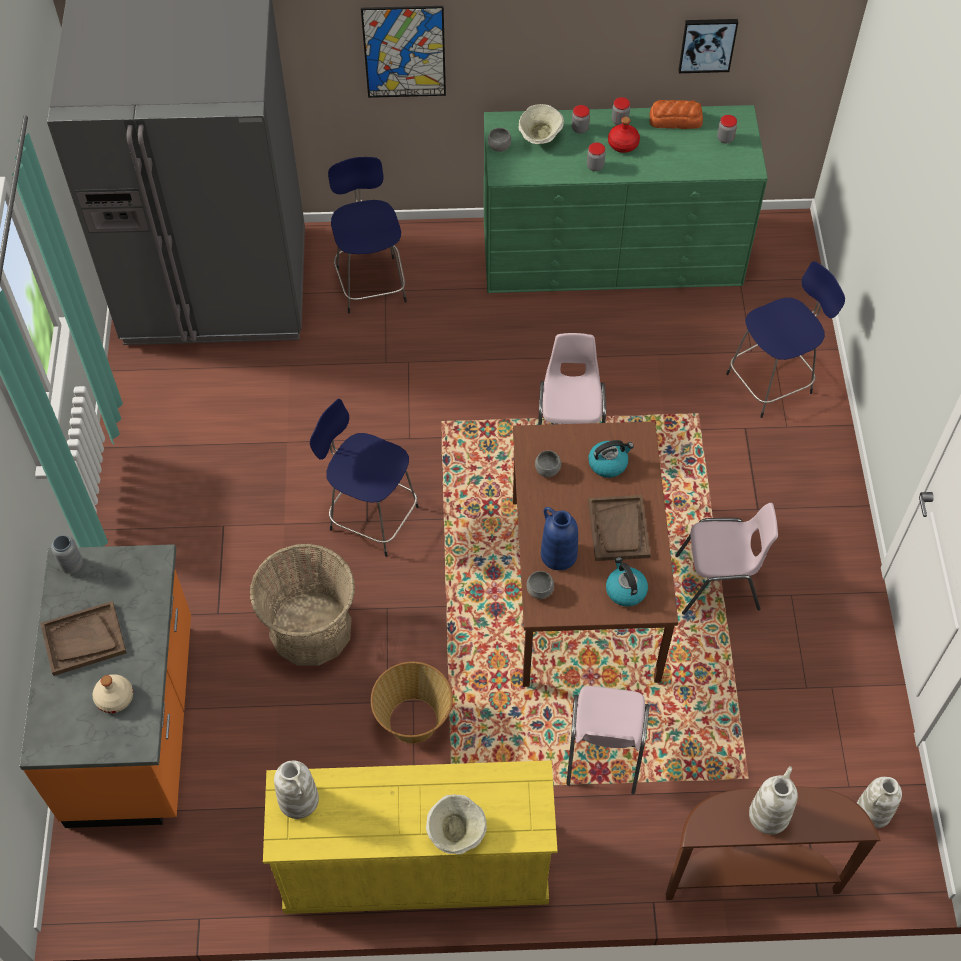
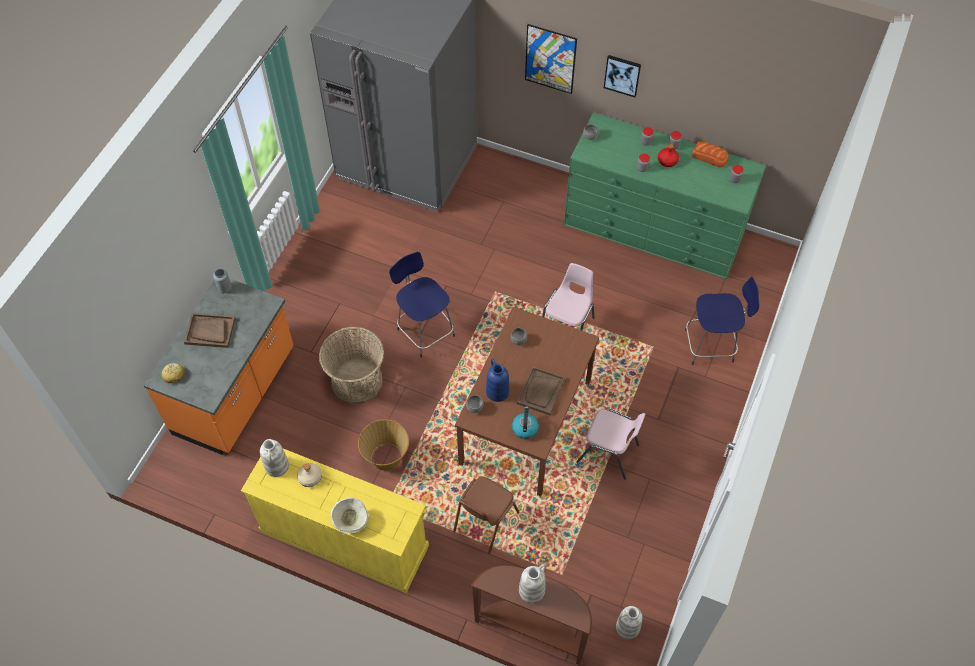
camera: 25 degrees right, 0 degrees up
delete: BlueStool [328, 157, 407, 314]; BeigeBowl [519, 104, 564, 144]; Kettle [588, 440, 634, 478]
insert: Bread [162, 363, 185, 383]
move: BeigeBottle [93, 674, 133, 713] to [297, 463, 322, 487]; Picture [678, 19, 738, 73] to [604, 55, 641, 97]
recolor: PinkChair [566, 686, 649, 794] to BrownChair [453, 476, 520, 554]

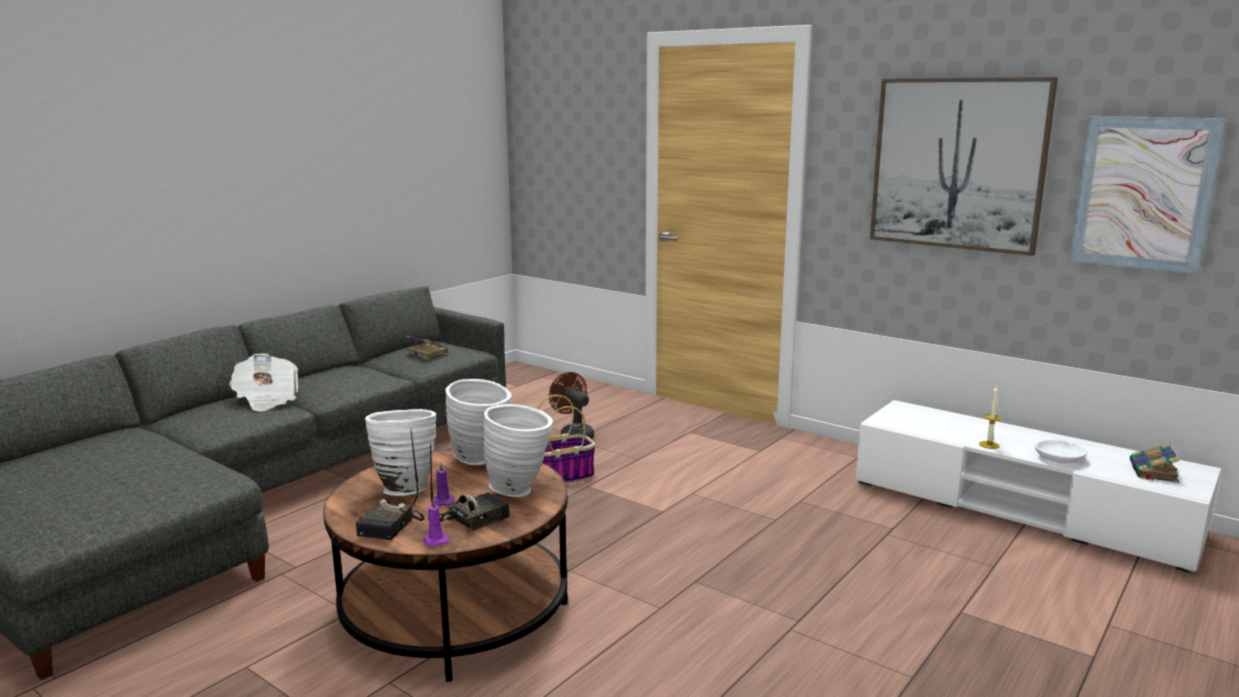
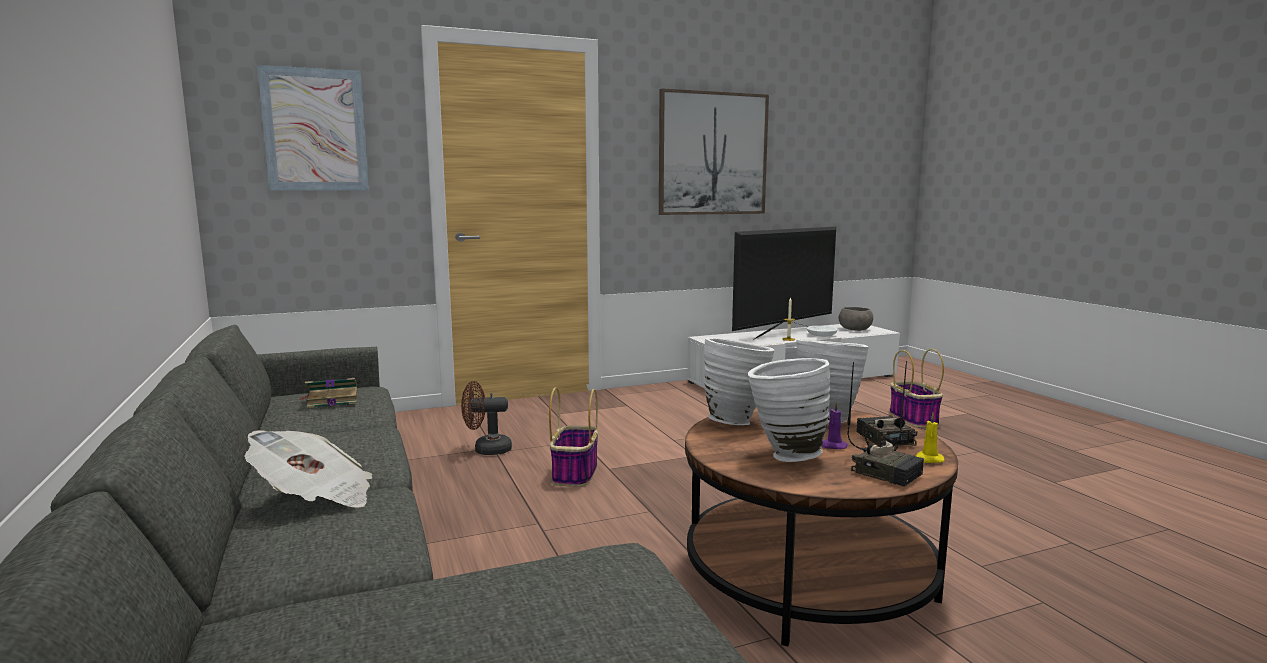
camera: 60 degrees left, 5 degrees down
insert: Television [732, 227, 836, 340]; Basket [890, 349, 944, 427]
move: Picture [1069, 116, 1226, 274] to [257, 65, 369, 191]
replace: Book [1130, 444, 1179, 483] to GreyBowl [839, 307, 873, 331]
recolor: PurpleCandle [424, 498, 449, 546] to YellowCandle [916, 413, 945, 463]

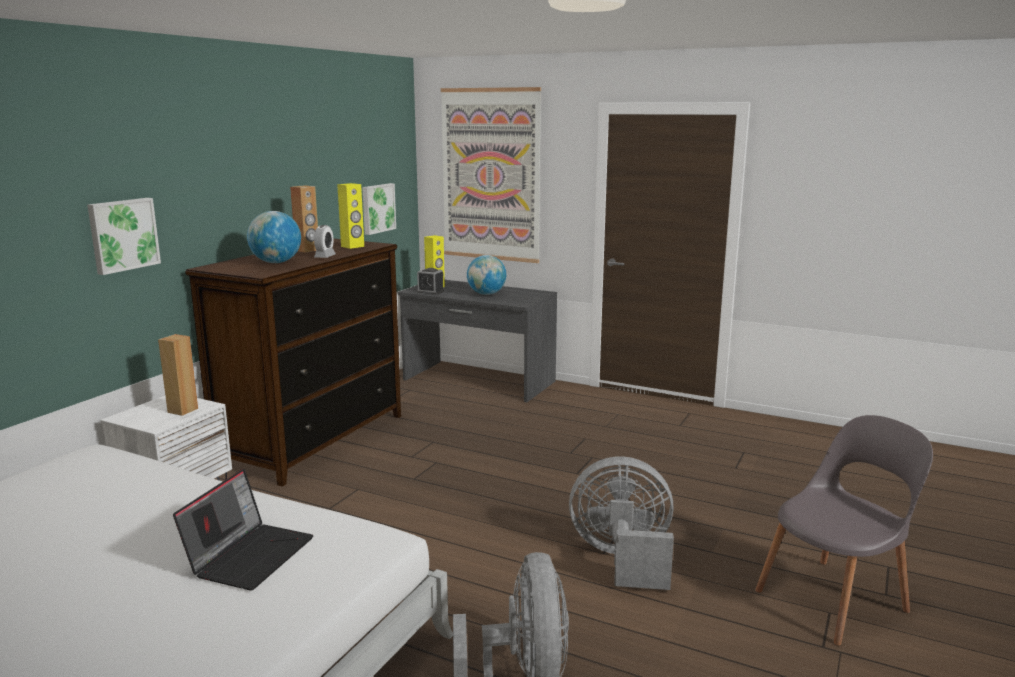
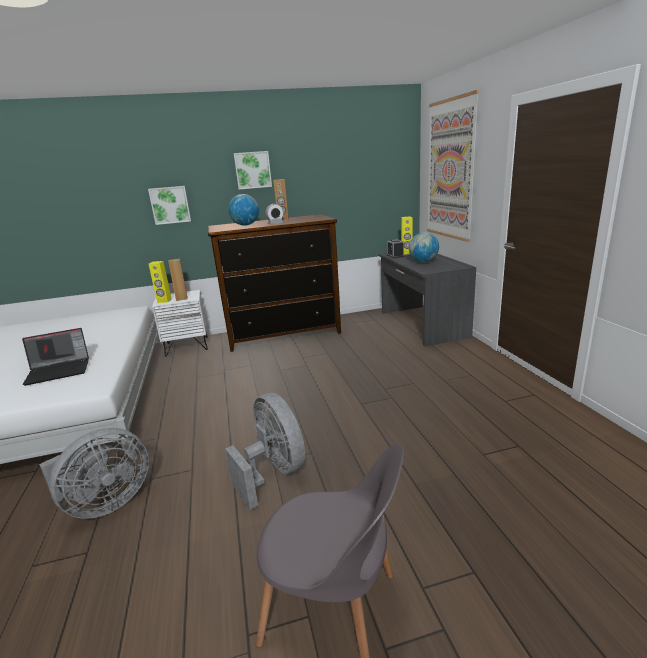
camera: 50 degrees right, 5 degrees up
move: YellowSpeaker [337, 183, 364, 249] to [149, 261, 172, 303]; Picture [362, 183, 396, 235] to [233, 151, 272, 190]

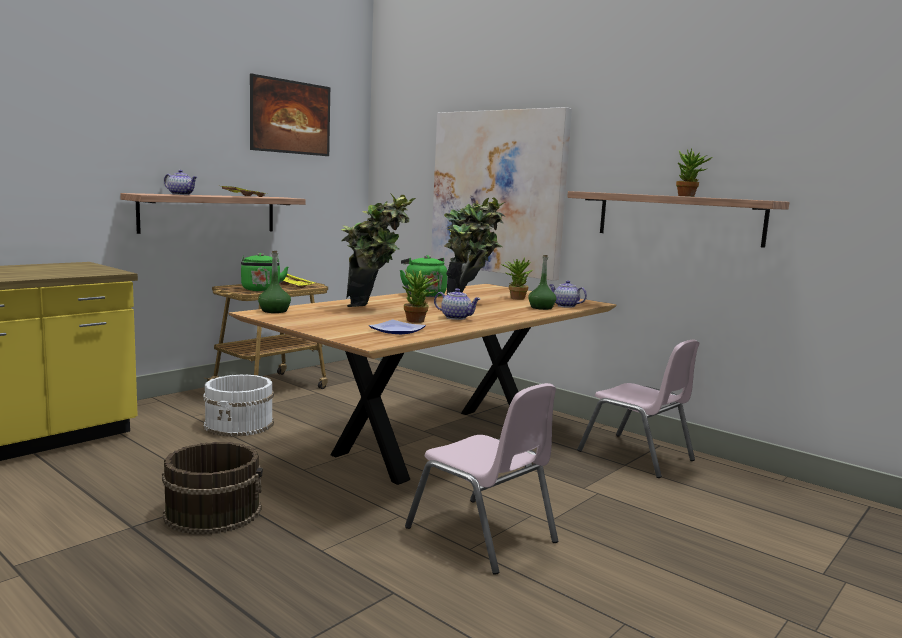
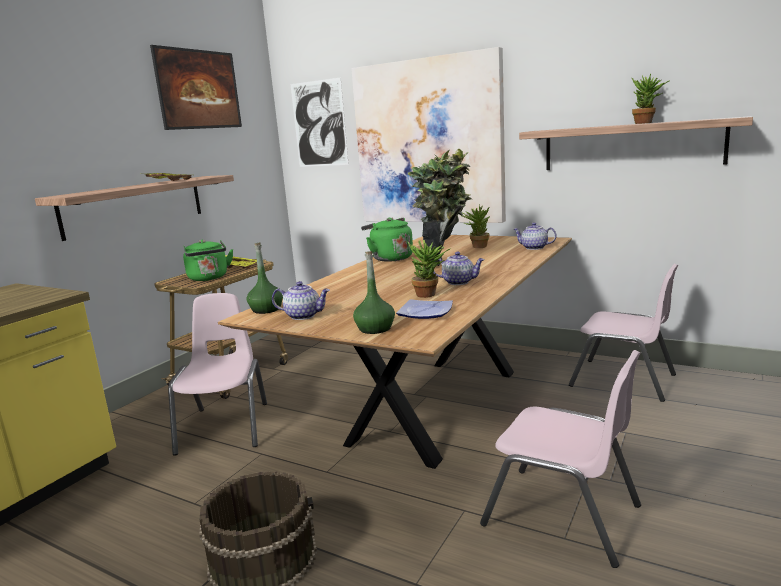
camera: 10 degrees left, 5 degrees up
delete: PottedPlant [342, 193, 416, 307]
insert: Picture [291, 77, 349, 167]
move: Teapot [164, 170, 197, 195] to [272, 281, 330, 320]; GreenBottle [528, 255, 556, 310] to [353, 251, 395, 334]
replace: WhiteBucket [203, 374, 274, 437] to PinkChair [168, 293, 267, 456]

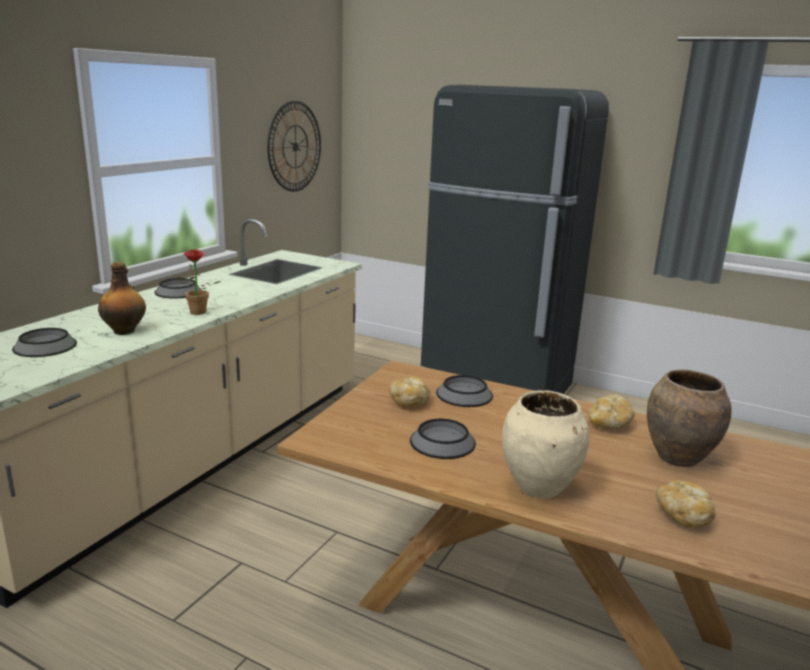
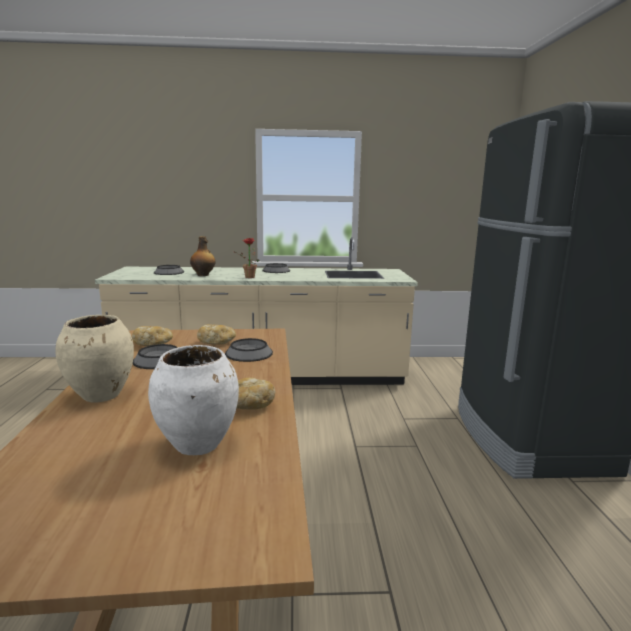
camera: 60 degrees right, 5 degrees down
delete: WallClock [267, 101, 321, 192]
move: Bread [656, 480, 716, 528] to [132, 326, 173, 346]
recolor: BrownVase [647, 370, 731, 467] to WhiteVase [148, 345, 239, 455]

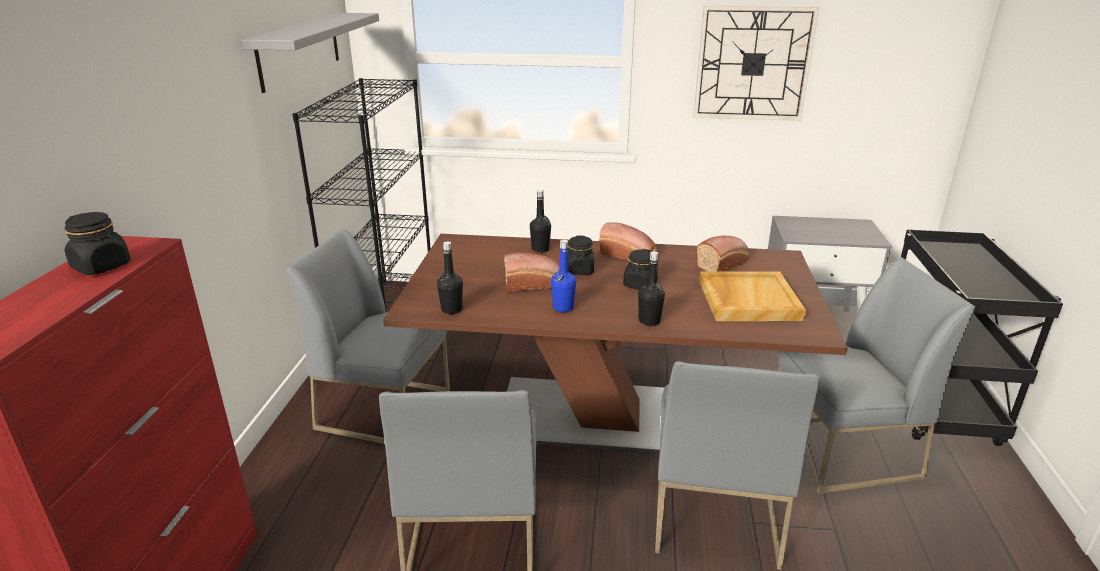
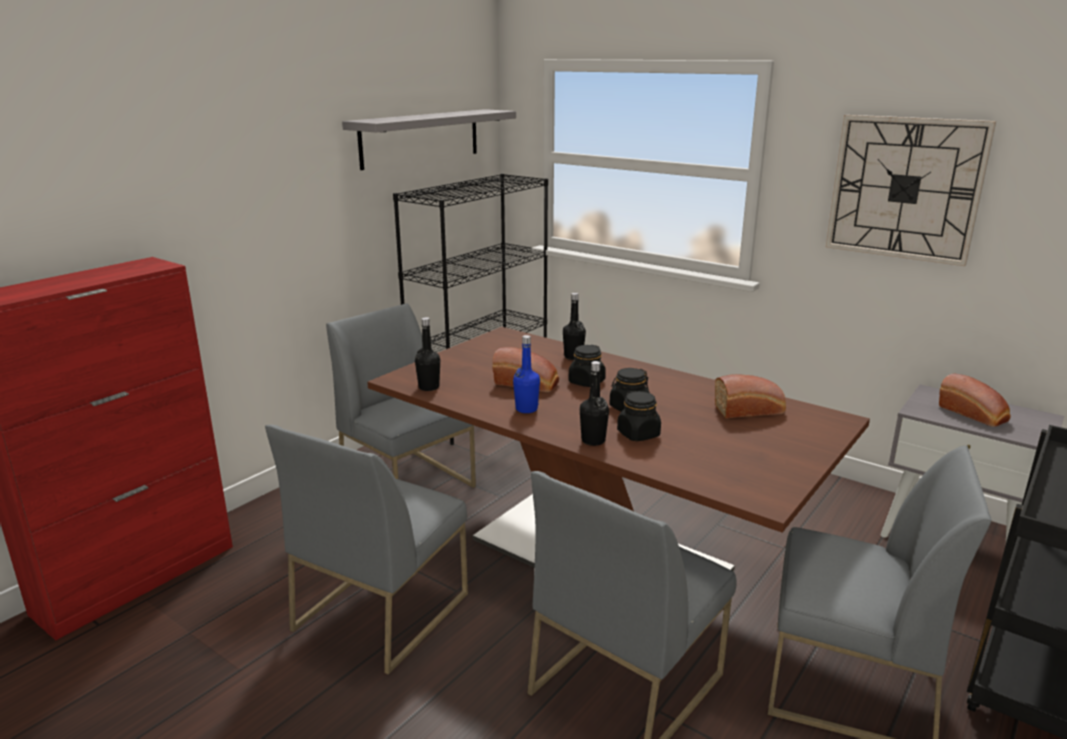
camera: 30 degrees right, 5 degrees down
delete: BeigeTray [699, 271, 806, 321]
move: BlackJar [65, 212, 131, 275] to [617, 391, 661, 441]; Bread [599, 222, 657, 260] to [939, 374, 1011, 427]

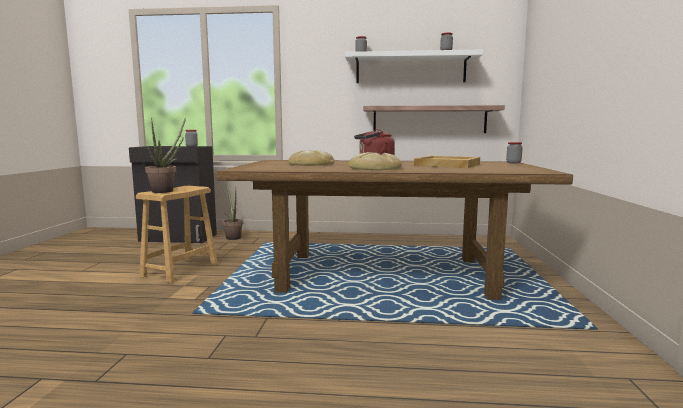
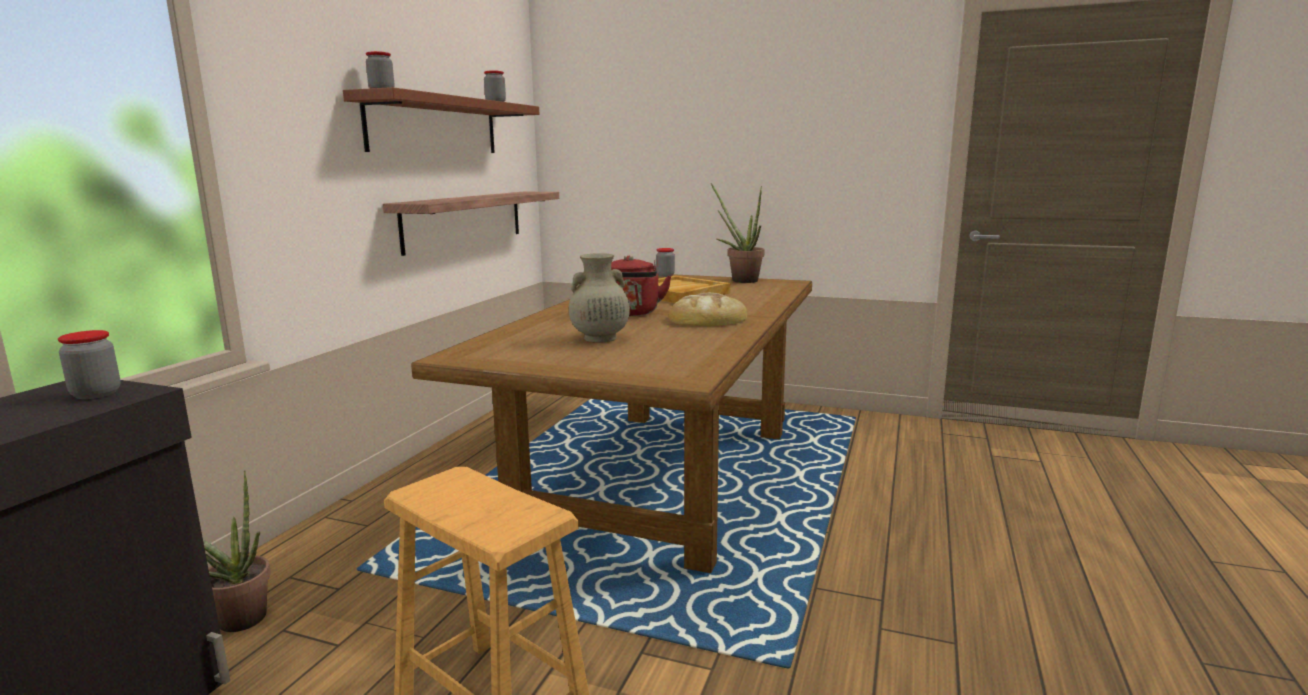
camera: 75 degrees left, 5 degrees up
move: PottedPlant [145, 117, 186, 193] to [711, 183, 765, 283]
replace: Bread [288, 150, 335, 166] to BeigeVase [569, 253, 630, 343]
recolor: WhiteShelf [345, 49, 483, 83] to BrownShelf [343, 87, 540, 153]

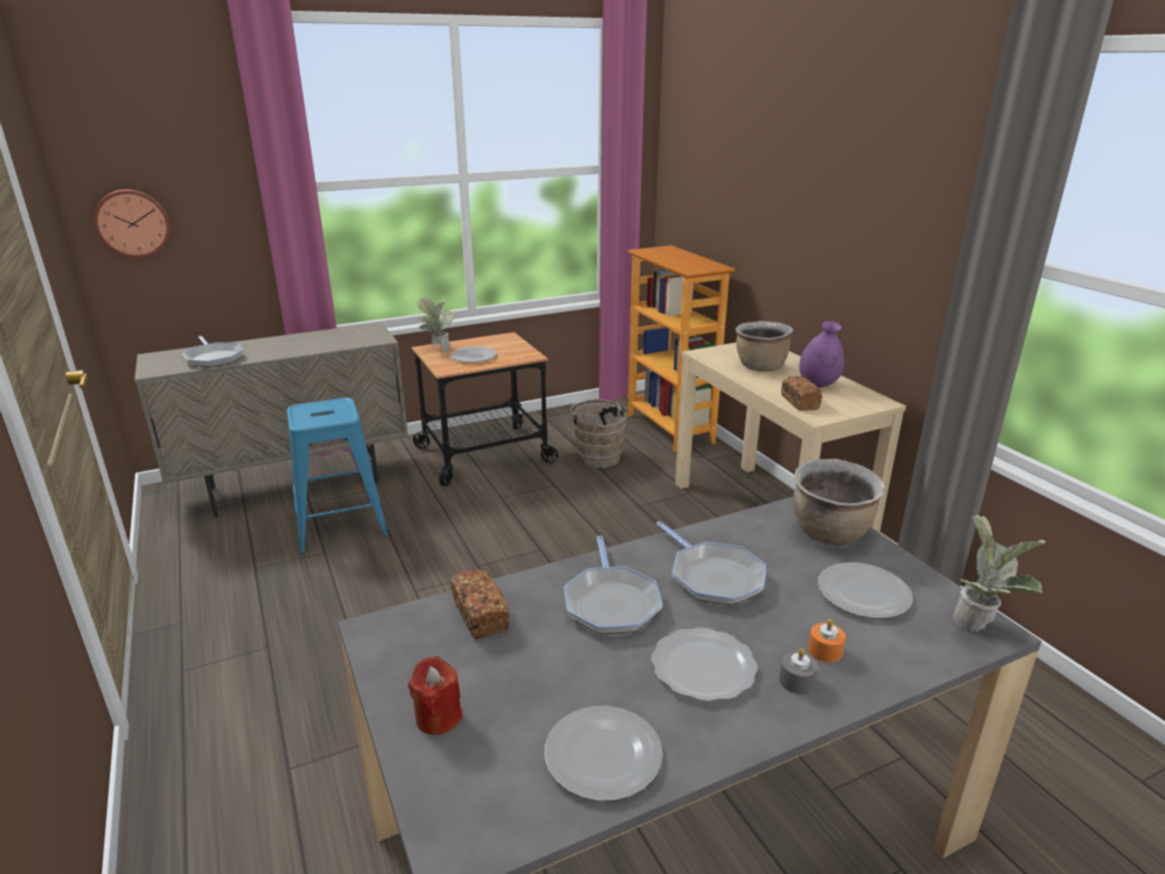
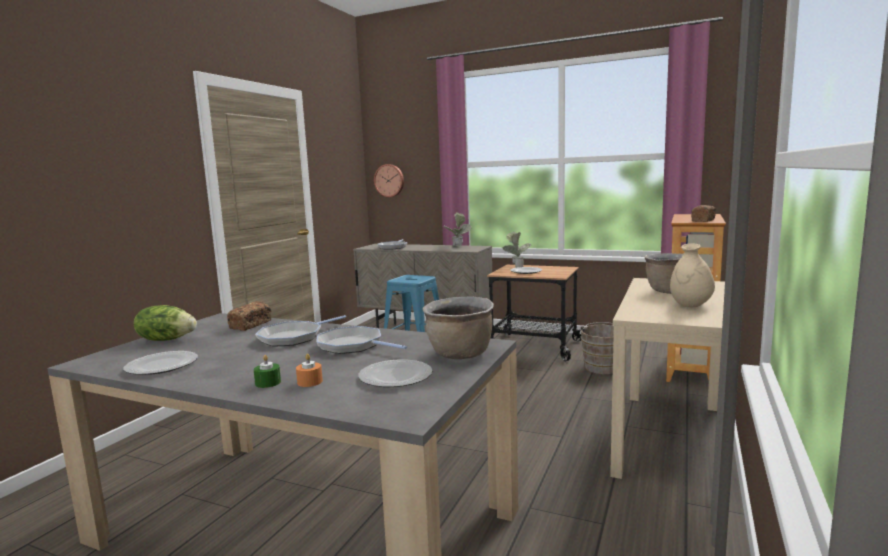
camera: 50 degrees right, 15 degrees down
delete: Plate [651, 627, 758, 702]
move: Bread [781, 376, 822, 411] to [691, 205, 716, 222]; PottedPlant [953, 515, 1046, 632] to [443, 212, 472, 246]
replace: RedCandle [408, 656, 463, 735] to Lettuce [134, 305, 197, 341]
recolor: GreyCandle [779, 648, 818, 694] to GreenCandle [254, 355, 281, 388]; PurpleVase [799, 321, 844, 388] to BeigeVase [670, 243, 715, 307]
rotate: FryingPan [656, 521, 766, 605] = [317, 326, 407, 354] 105 degrees clockwise

